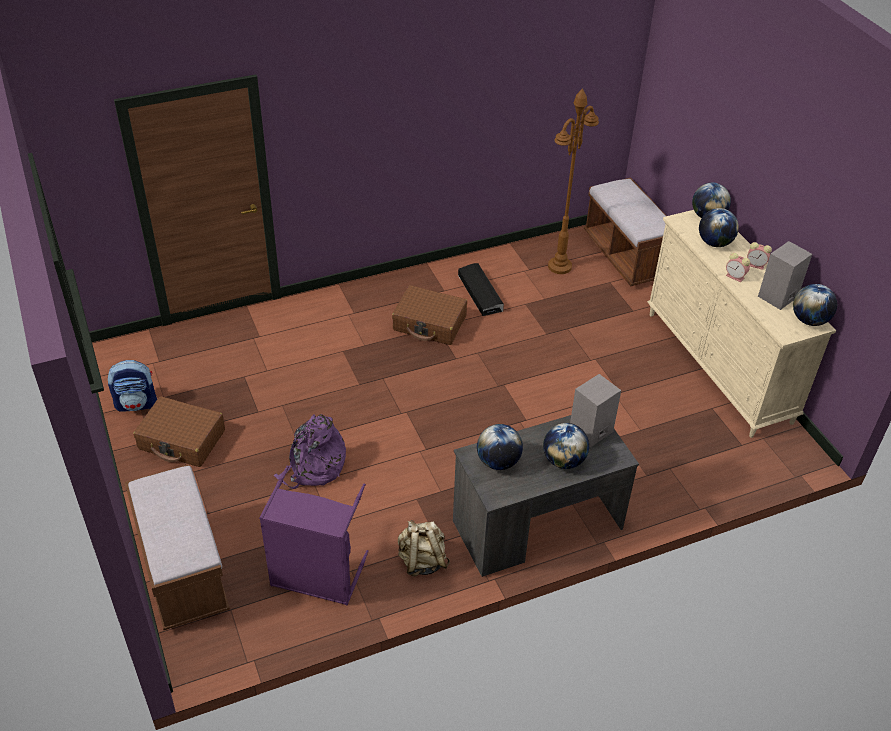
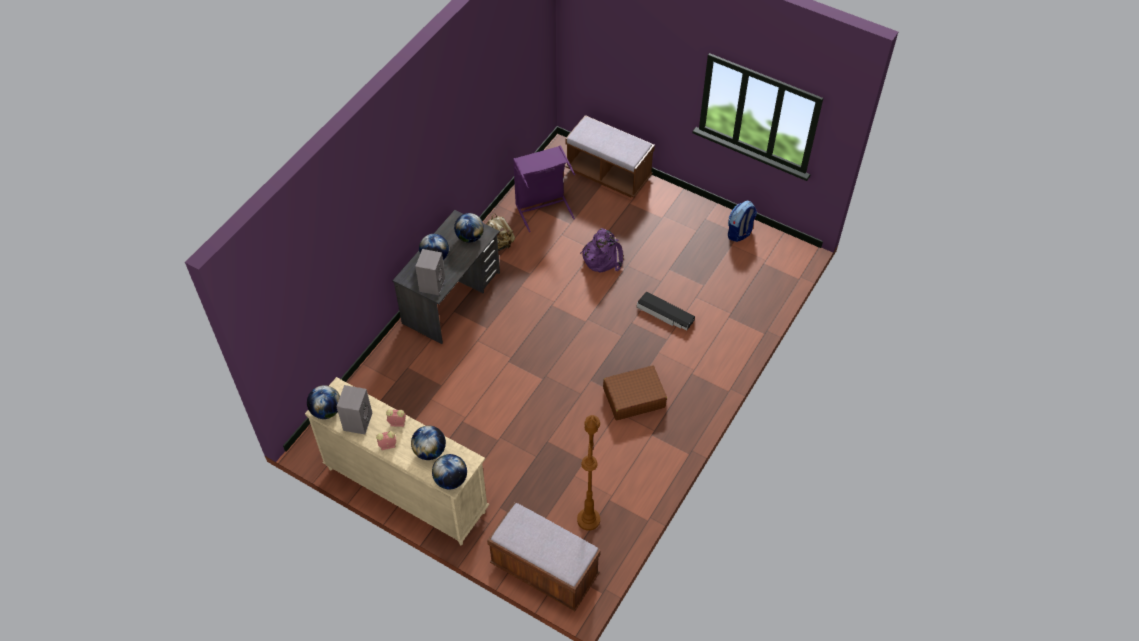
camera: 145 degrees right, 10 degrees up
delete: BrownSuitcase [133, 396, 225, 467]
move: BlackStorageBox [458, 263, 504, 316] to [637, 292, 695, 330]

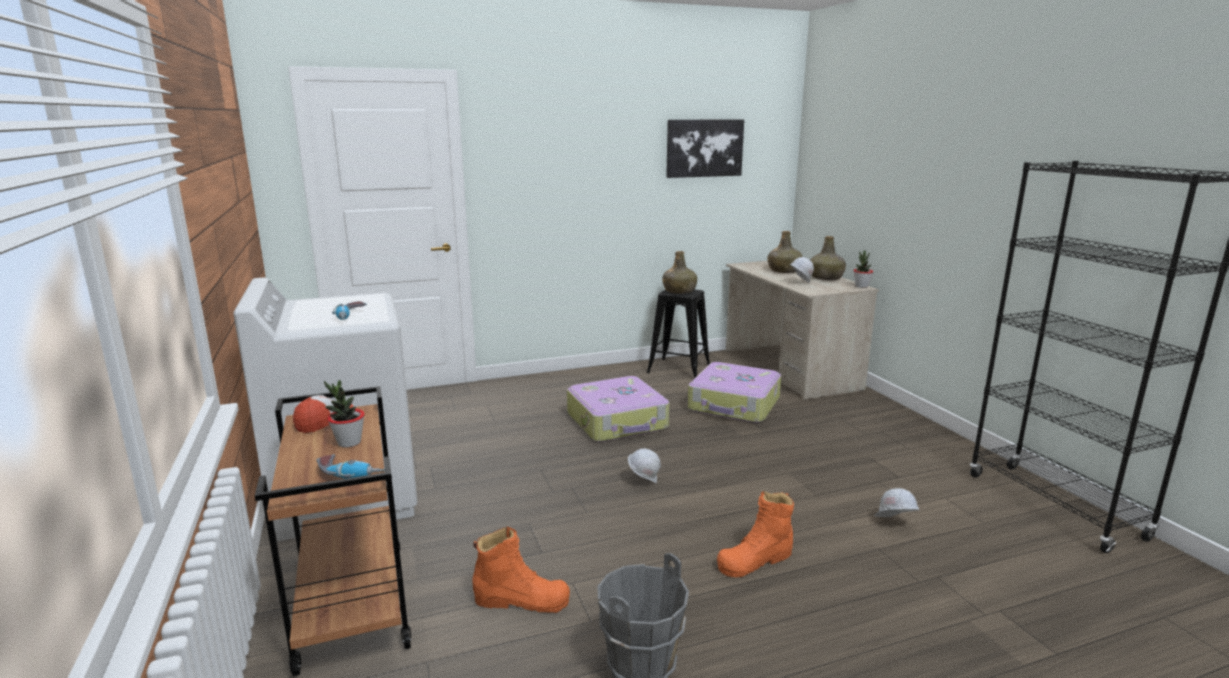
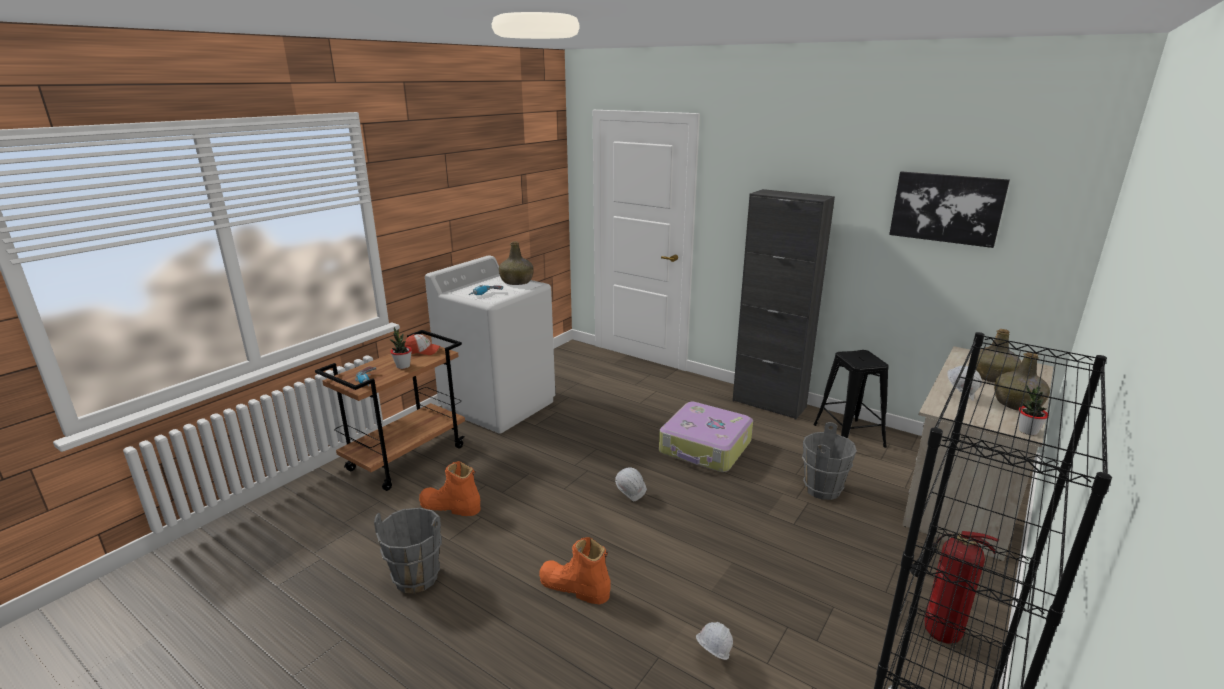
camera: 55 degrees right, 5 degrees up
insert: BlackCabinet [733, 189, 835, 420]; FireExtinguisher [910, 531, 999, 644]
move: GreenBottle [662, 251, 697, 294] to [499, 242, 534, 285]
replace: Suitcase [688, 362, 781, 423] to GreyBucket [802, 422, 857, 500]
rotate: OrangeBoot [472, 527, 570, 613] = [419, 461, 480, 516] 135 degrees clockwise

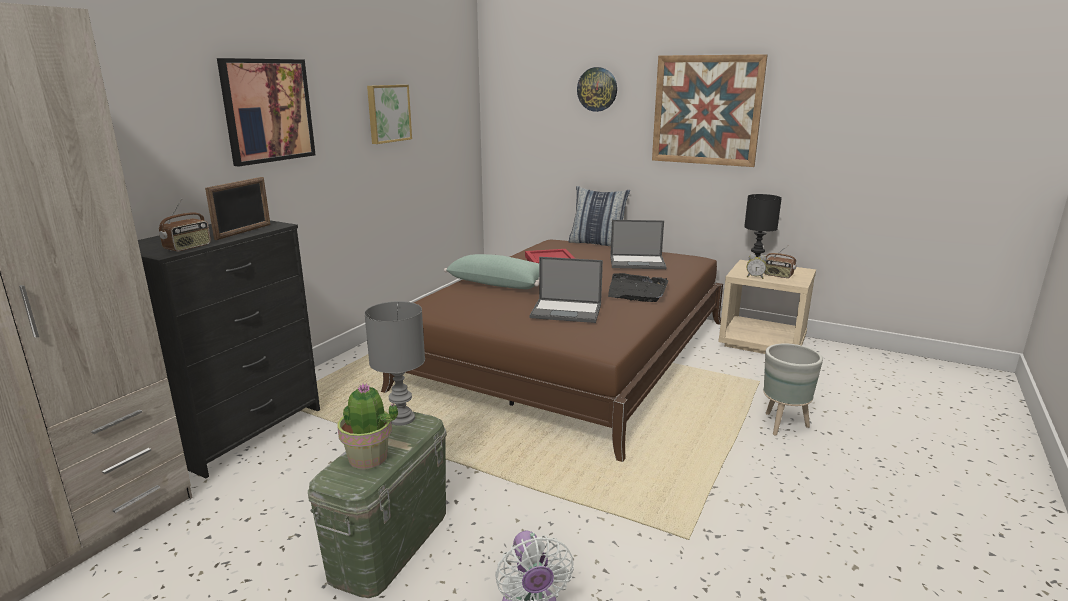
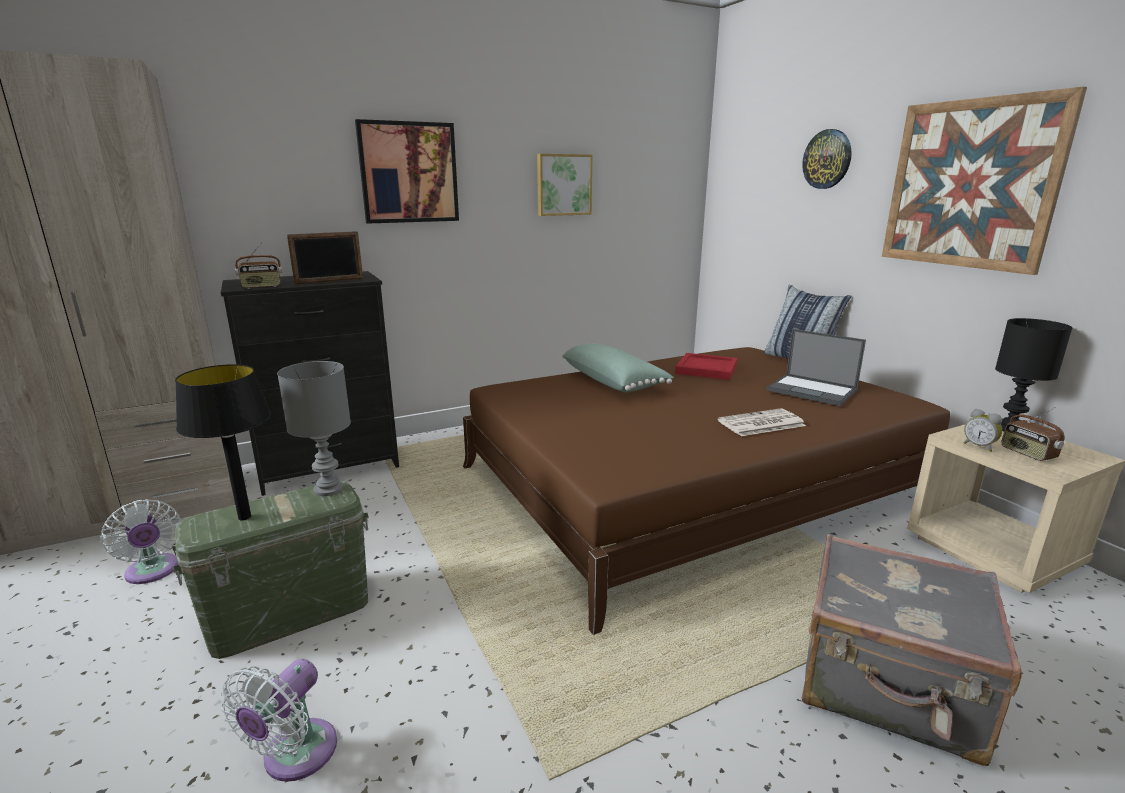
camera: 35 degrees right, 0 degrees up
delete: Laptop [530, 257, 603, 323]
insert: WhiteFan [100, 499, 181, 584]
replace: PottedPlant [338, 383, 398, 470] to BlackTableLamp [175, 364, 271, 520]; BlackTray [608, 273, 668, 302] to Newspaper [718, 408, 806, 436]; GreyPlanter [763, 343, 823, 435] to GreySuitcase [802, 534, 1022, 766]

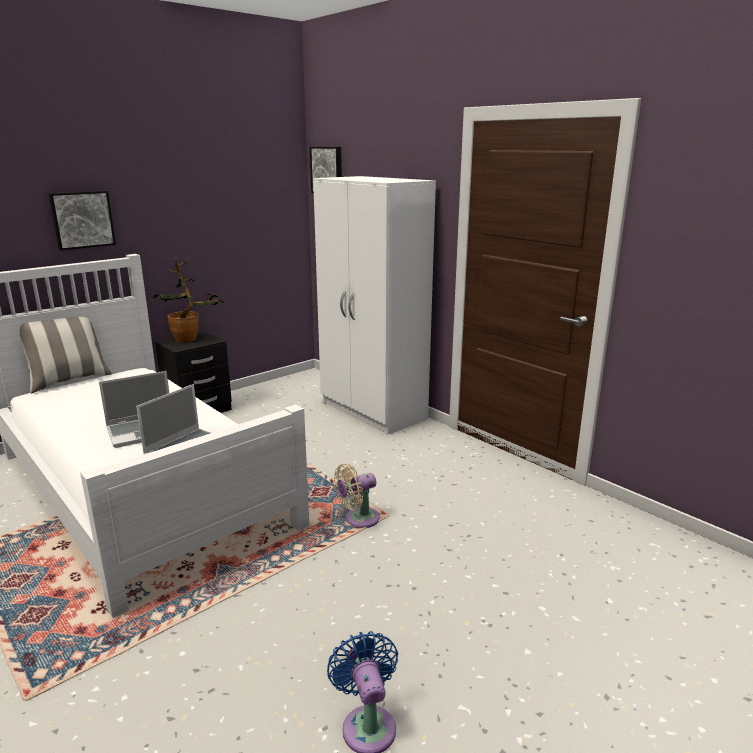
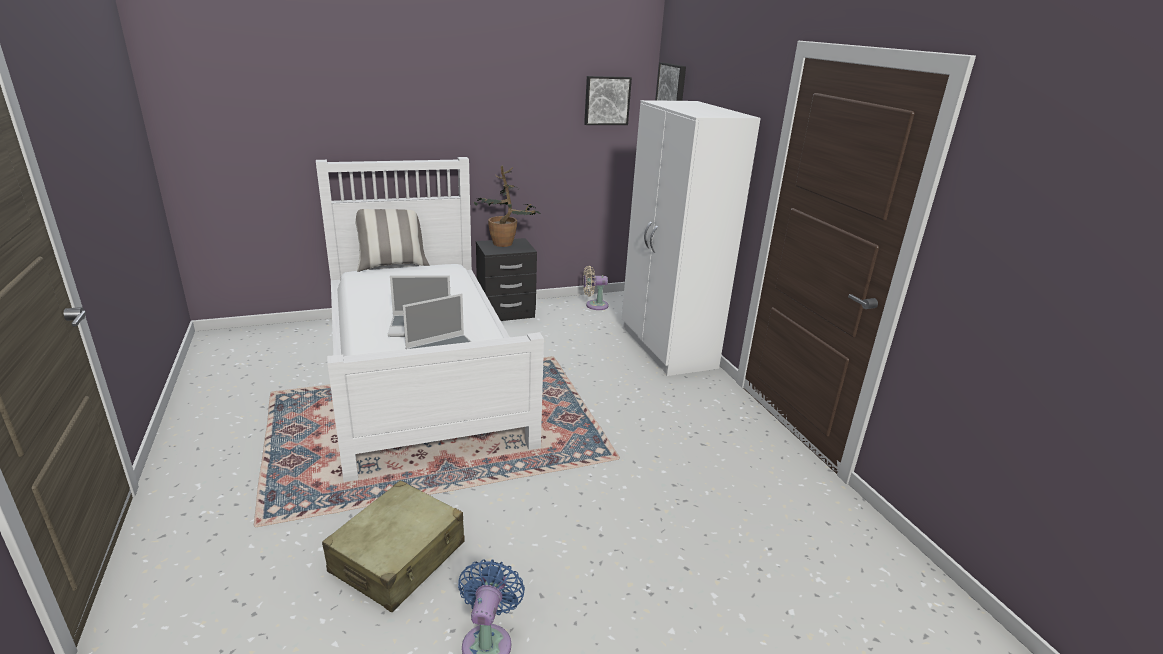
camera: 20 degrees right, 5 degrees up
insert: BeigeSuitcase [322, 481, 465, 612]
move: Picture [49, 191, 116, 250] to [584, 76, 632, 125]; BeigeFan [334, 464, 380, 528] to [583, 266, 609, 310]

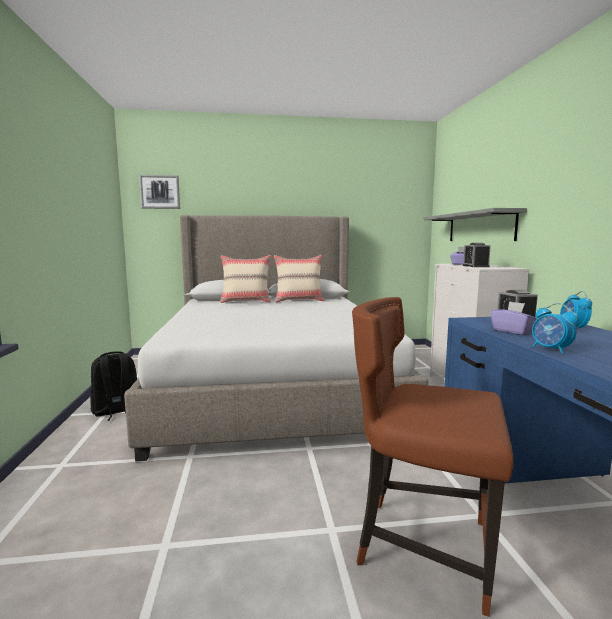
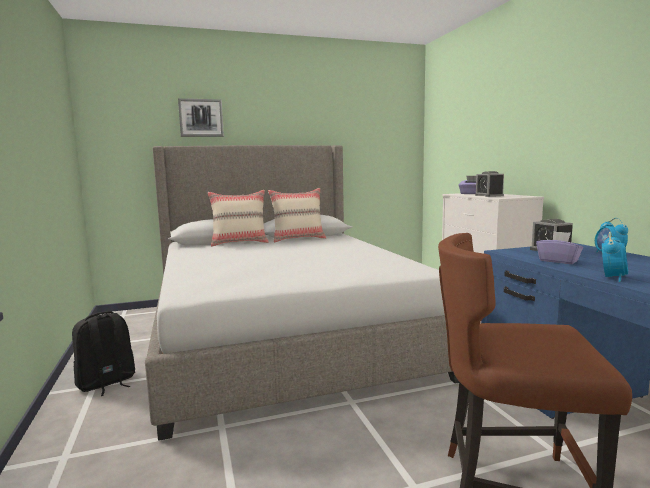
camera: 10 degrees left, 0 degrees up
delete: GreyShelf [423, 208, 527, 241]
move: Picture [139, 175, 180, 209] to [178, 98, 224, 137]
rotate: AlarmClock [532, 303, 579, 354] = [602, 232, 628, 282] 105 degrees counterclockwise

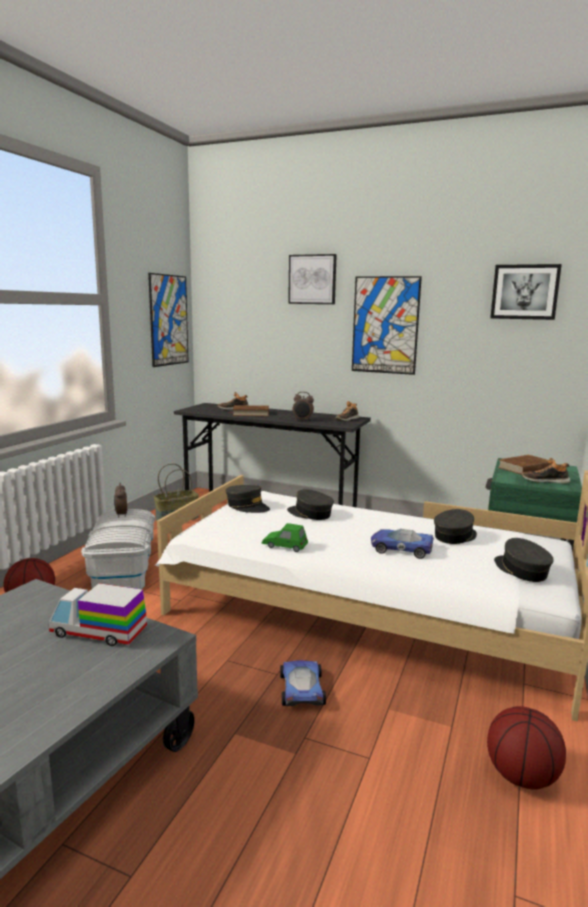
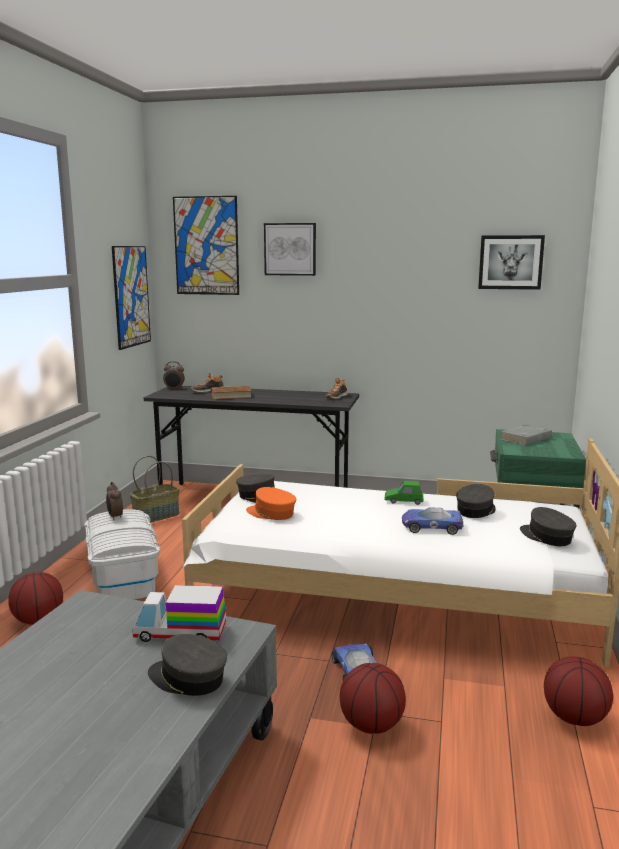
camera: 10 degrees left, 0 degrees up
delete: Shoe [521, 458, 571, 484]
insert: OrangeCap [246, 487, 296, 520]; Basketball [340, 663, 406, 734]
move: GreenToyCar [261, 523, 308, 552] to [384, 481, 423, 505]; GreyCap [287, 489, 334, 520] to [148, 634, 227, 696]; AlarmClock [293, 392, 314, 421] to [163, 361, 185, 390]; Picture [352, 276, 422, 375] to [173, 196, 239, 295]
recolor: BrownBook [497, 455, 550, 474] to GreyBook [500, 425, 552, 445]

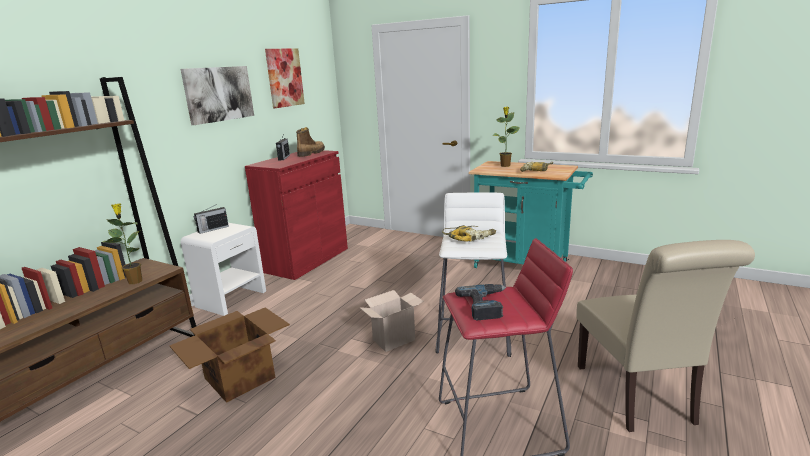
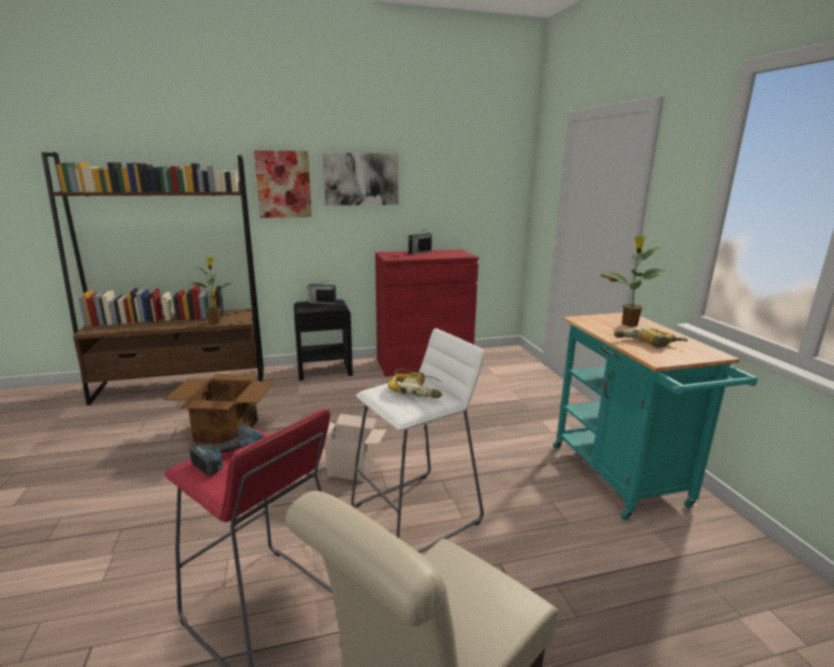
camera: 45 degrees right, 0 degrees up
delete: Boot [296, 127, 325, 157]
move: Picture [265, 49, 305, 108] to [254, 150, 312, 218]
recolor: WhiteNightstand [181, 223, 266, 316] to BlackNightstand [293, 299, 353, 381]

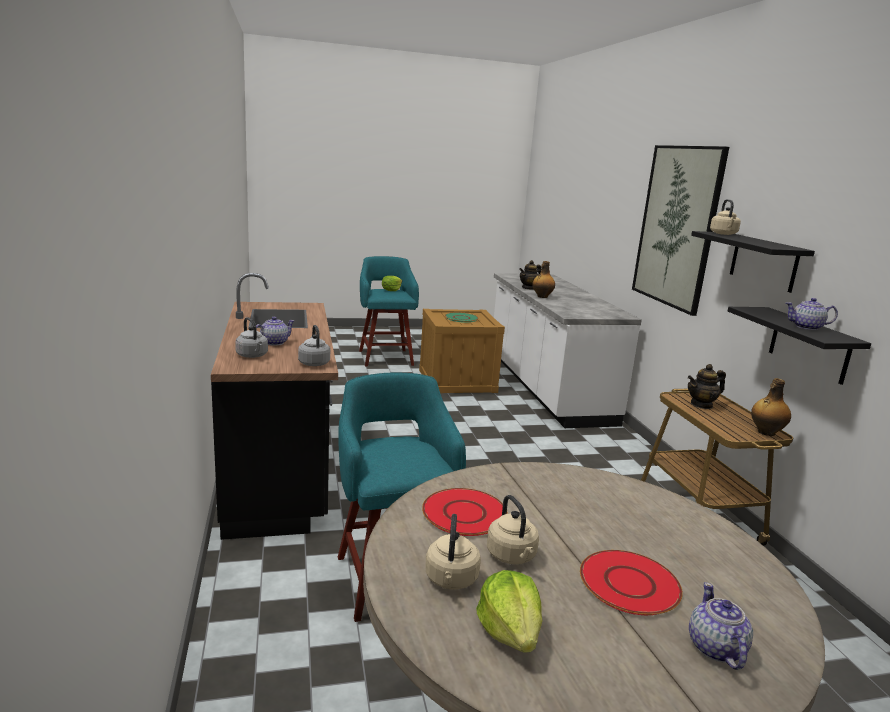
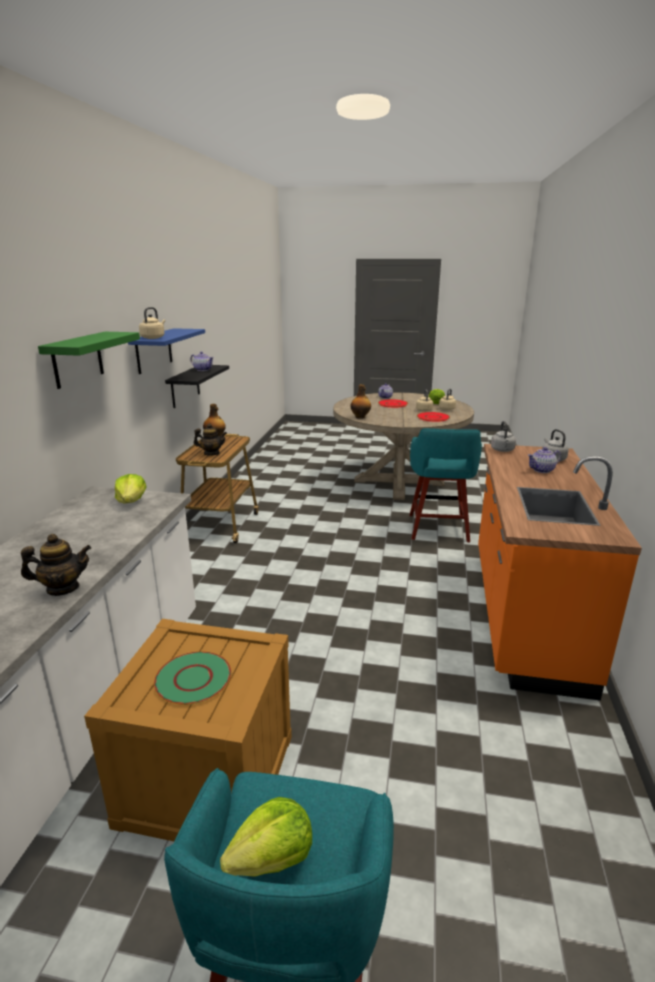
camera: 155 degrees left, 5 degrees up
insert: Lettuce [115, 474, 146, 503]
move: Bottle [532, 261, 555, 298] to [350, 384, 371, 419]
replace: Picture [632, 145, 729, 316] to GreenShelf [38, 332, 140, 389]
recolor: BlackCounter [211, 273, 338, 540] to OrangeCounter [478, 444, 642, 701]; BlackShelf [691, 231, 815, 293] to BlueShelf [128, 328, 205, 374]

